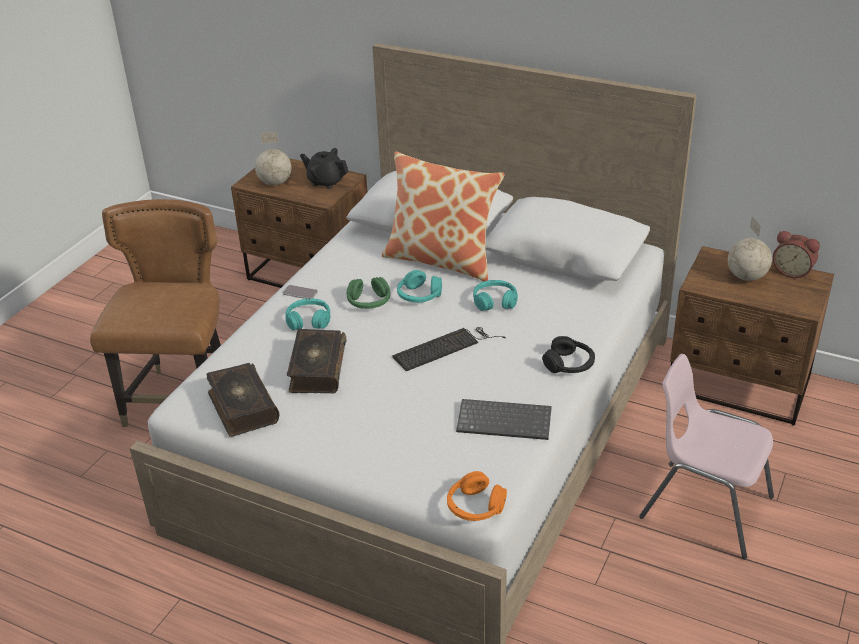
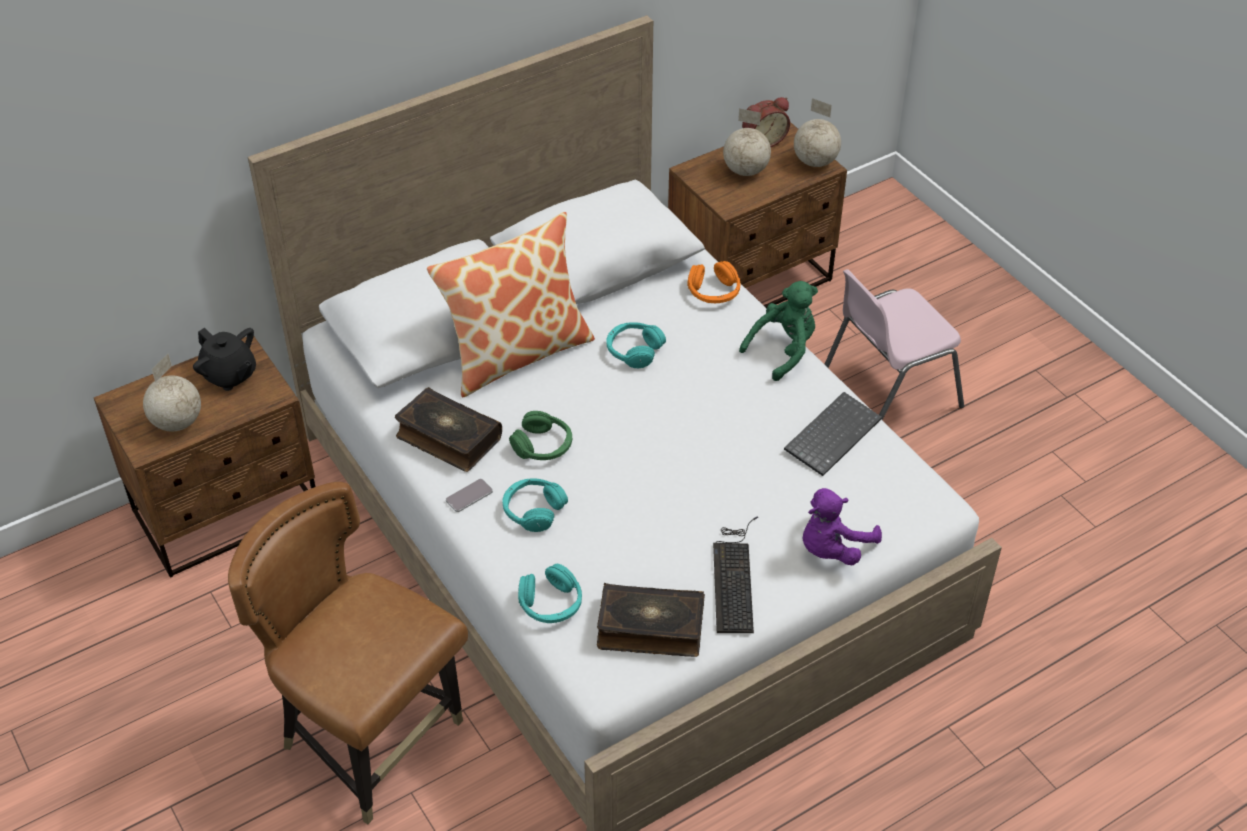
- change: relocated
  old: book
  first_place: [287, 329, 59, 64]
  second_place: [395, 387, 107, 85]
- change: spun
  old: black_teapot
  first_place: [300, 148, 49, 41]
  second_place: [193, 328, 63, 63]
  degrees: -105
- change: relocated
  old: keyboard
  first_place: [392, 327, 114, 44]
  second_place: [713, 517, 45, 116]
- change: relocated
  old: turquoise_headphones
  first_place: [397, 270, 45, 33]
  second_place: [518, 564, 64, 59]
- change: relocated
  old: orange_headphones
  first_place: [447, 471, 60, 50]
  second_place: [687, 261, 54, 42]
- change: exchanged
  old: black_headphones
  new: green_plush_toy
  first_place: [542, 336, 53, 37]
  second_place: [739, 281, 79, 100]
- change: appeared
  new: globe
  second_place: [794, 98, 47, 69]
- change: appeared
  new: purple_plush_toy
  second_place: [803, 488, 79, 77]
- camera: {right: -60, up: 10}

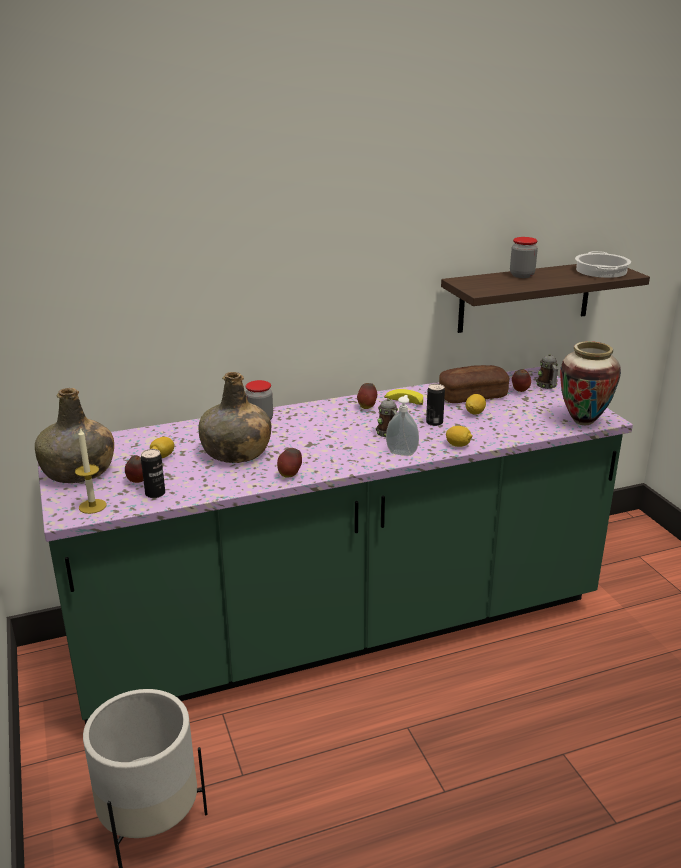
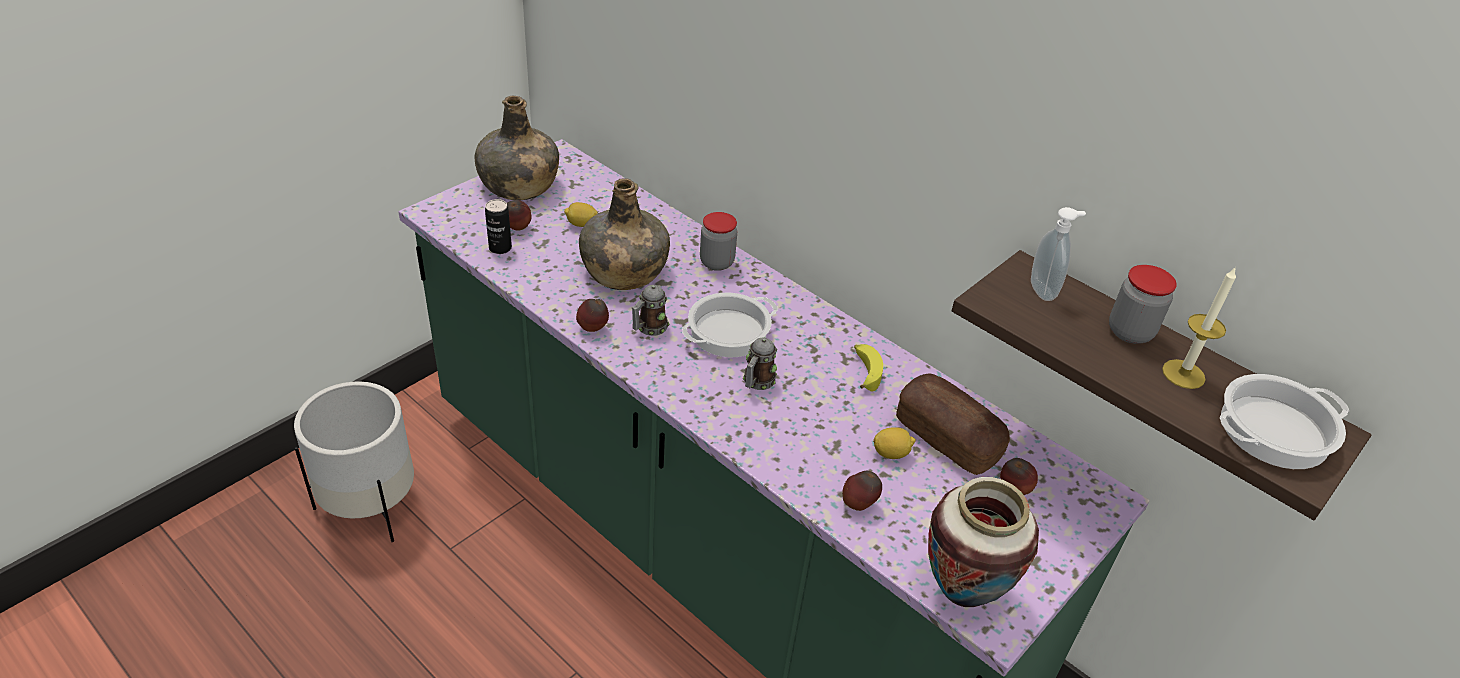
- change: relocated
  old: candle
  first_place: [75, 427, 32, 87]
  second_place: [1162, 267, 74, 122]
- change: relocated
  old: apple
  first_place: [357, 383, 20, 26]
  second_place: [842, 471, 40, 40]
- change: relocated
  old: soap_dispenser
  first_place: [386, 395, 33, 61]
  second_place: [1031, 207, 55, 94]
- change: missing
  old: can
  first_place: [426, 384, 19, 42]
- change: missing
  old: lemon
  first_place: [446, 426, 27, 21]
- change: relocated
  old: mug
  first_place: [536, 354, 22, 35]
  second_place: [632, 285, 37, 51]
- change: appeared
  new: cooking_pot
  second_place: [682, 293, 96, 64]
- camera: {right: 60, up: 15}

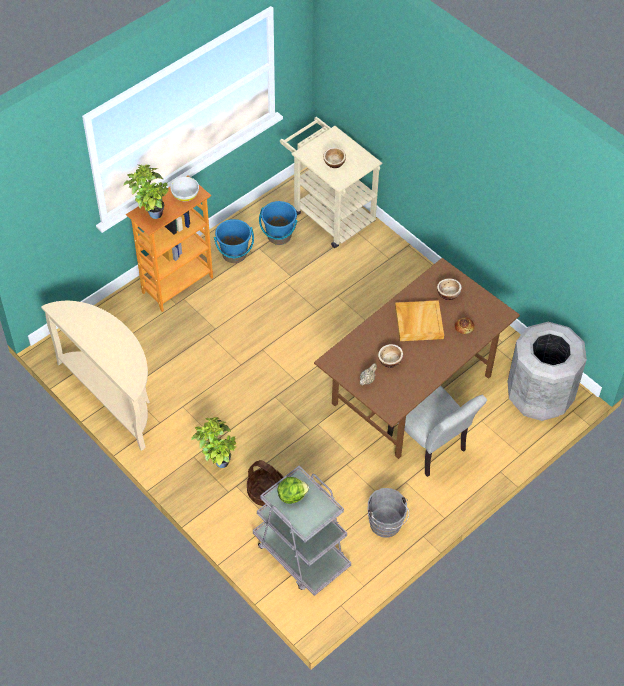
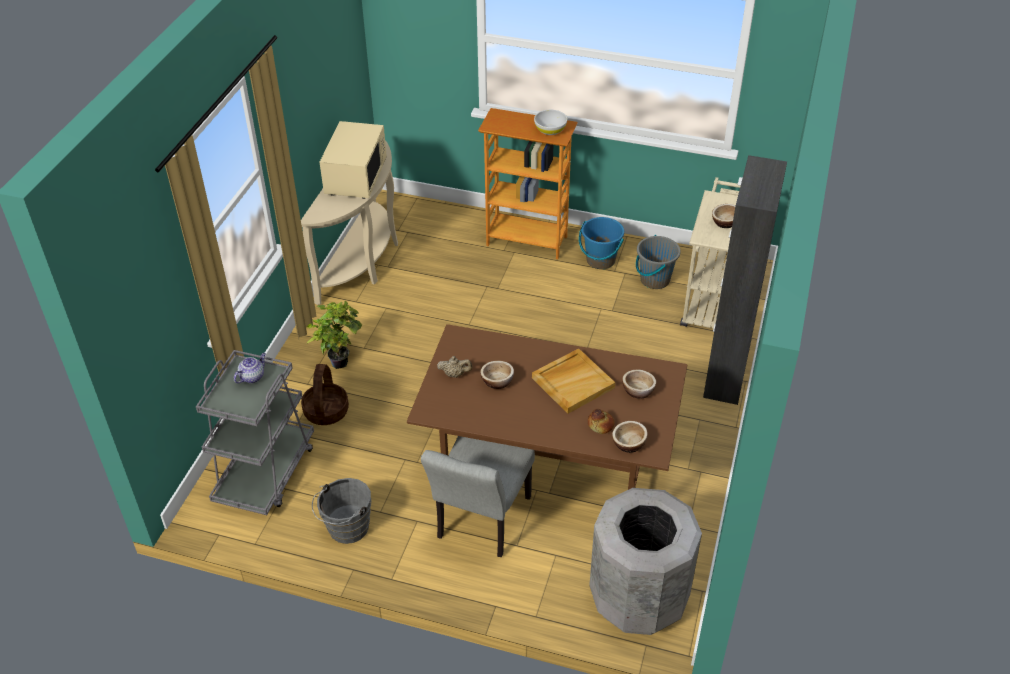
- change: missing
  old: potted_plant
  first_place: [123, 164, 46, 55]
- change: colour
  old: blue_bucket
  new: grey_bucket
  first_place: [259, 201, 39, 44]
  second_place: [636, 235, 45, 54]
- change: exchanged
  old: lettuce
  new: teapot
  first_place: [278, 477, 31, 27]
  second_place: [234, 353, 32, 30]
- change: appeared
  new: beige_microwave
  second_place: [319, 121, 68, 78]
- change: appeared
  new: bowl
  second_place: [612, 421, 36, 32]
- change: appeared
  new: black_cabinet
  second_place: [703, 155, 84, 250]
- camera: {right: 60, up: -10}

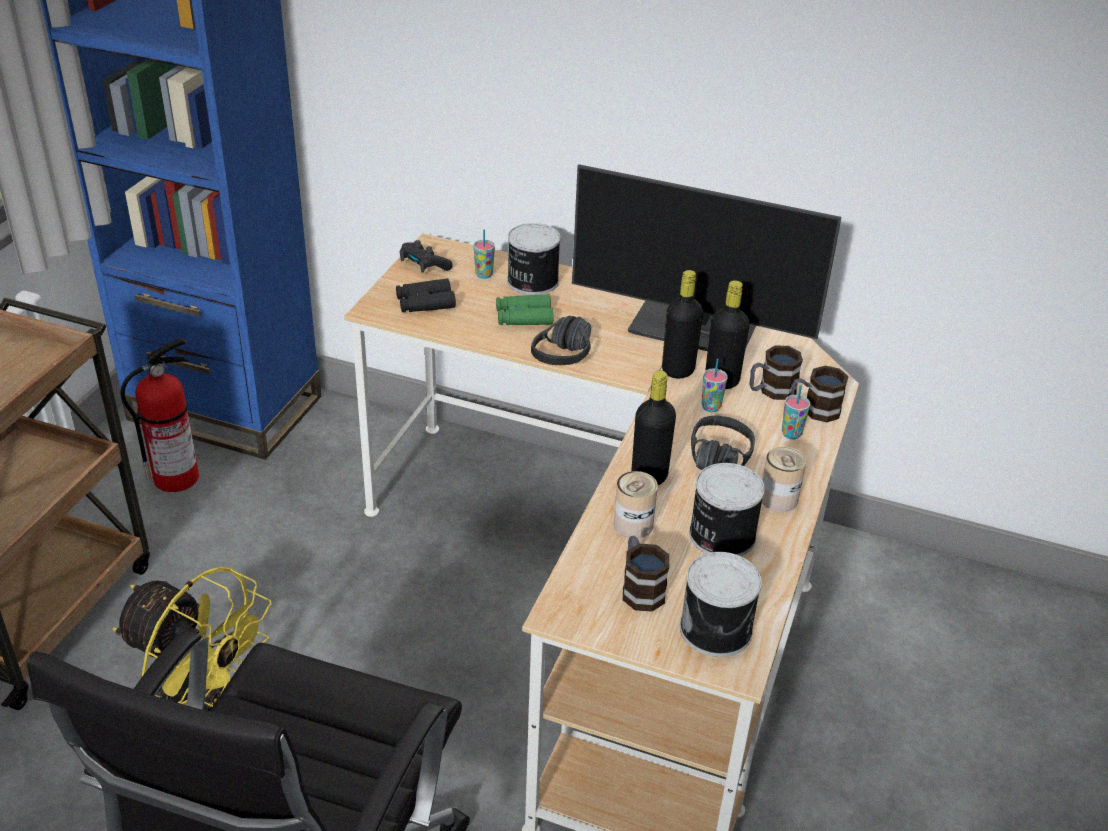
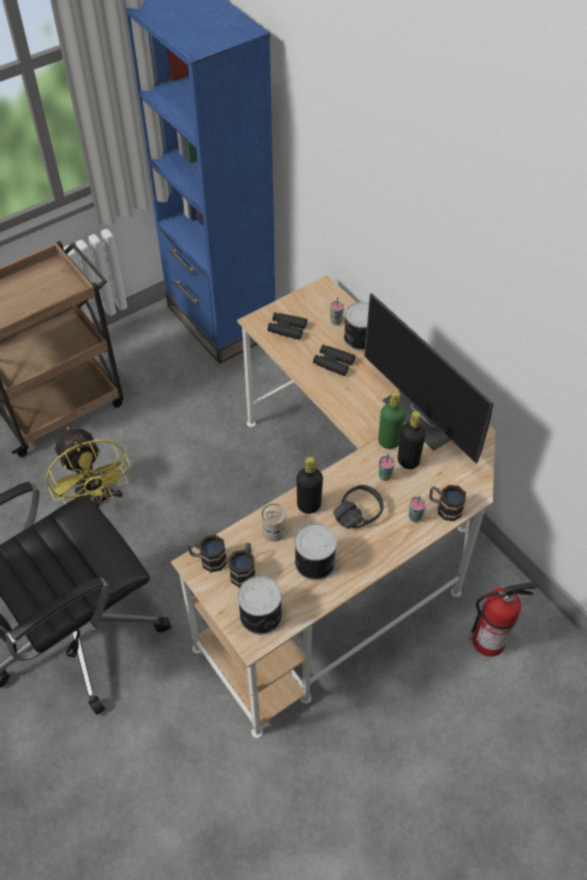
- change: relocated
  old: fire_extinguisher
  first_place: [121, 338, 78, 154]
  second_place: [469, 582, 69, 75]
- change: missing
  old: black_game_controller
  first_place: [400, 240, 53, 33]
- change: colour
  old: green_binoculars
  new: black_binoculars
  first_place: [496, 294, 58, 31]
  second_place: [313, 345, 42, 31]
- change: missing
  old: black_headphones
  first_place: [531, 316, 60, 49]
- change: colour
  old: black_bottle
  new: green_bottle
  first_place: [662, 270, 41, 108]
  second_place: [378, 391, 28, 58]
- change: relocated
  old: mug
  first_place: [749, 345, 54, 55]
  second_place: [188, 535, 39, 37]
- change: missing
  old: can
  first_place: [762, 447, 44, 65]
- camera: {right: 35, up: 15}

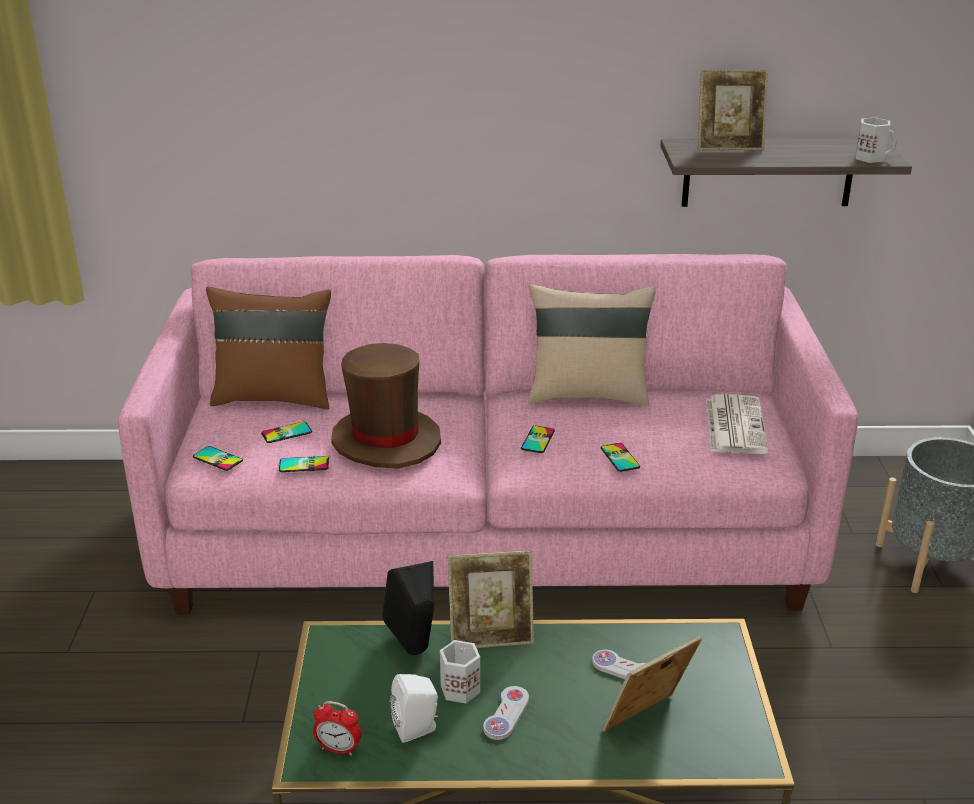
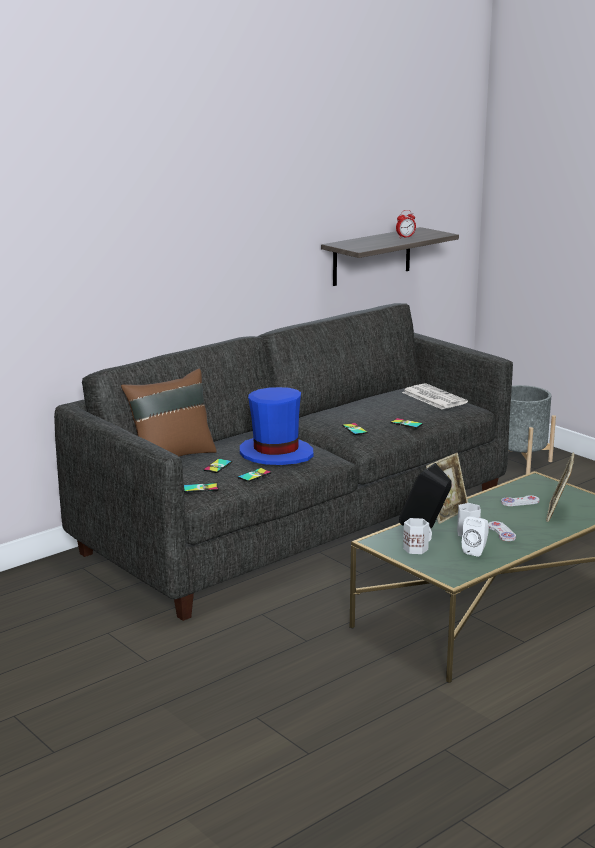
- change: colour
  old: pink_sofa
  new: grey_sofa
  first_place: [118, 254, 740, 361]
  second_place: [54, 303, 459, 318]
- change: relocated
  old: alarm_clock
  first_place: [313, 701, 48, 55]
  second_place: [396, 210, 20, 28]
- change: colour
  old: brown_hat
  new: blue_hat
  first_place: [331, 343, 110, 126]
  second_place: [240, 387, 73, 78]
- change: missing
  old: beige_pillow
  first_place: [528, 284, 128, 122]
- change: missing
  old: picture_frame
  first_place: [698, 69, 70, 81]
- change: relocated
  old: white_mug
  first_place: [855, 117, 42, 46]
  second_place: [403, 518, 29, 36]
- camera: {right: -40, up: -10}

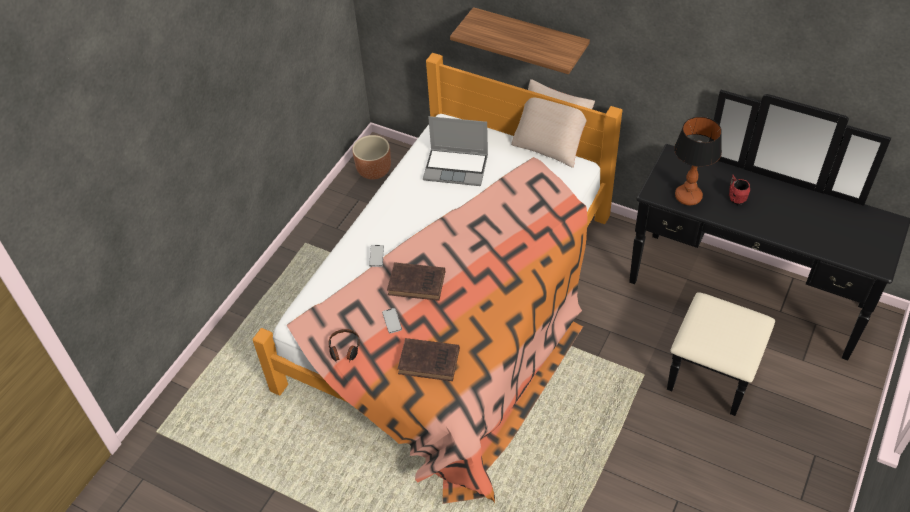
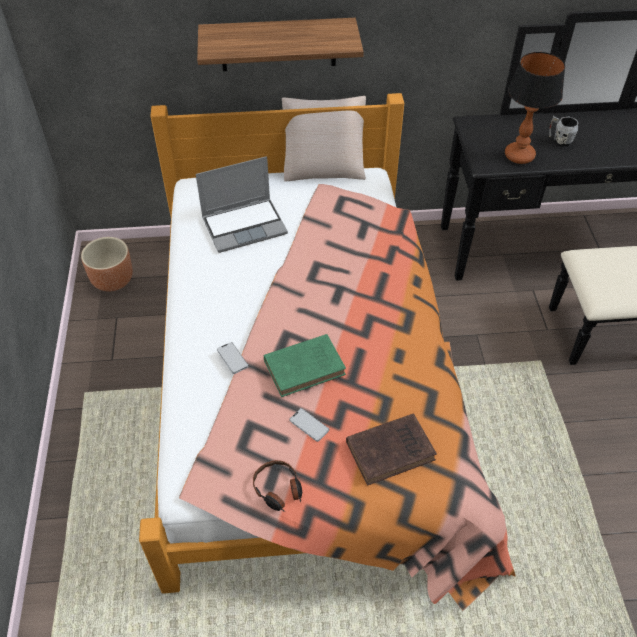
- change: colour
  old: brown_book
  new: green_book
  first_place: [387, 262, 58, 39]
  second_place: [264, 334, 82, 63]
- change: colour
  old: red_mug
  new: grey_mug
  first_place: [729, 175, 21, 30]
  second_place: [549, 116, 29, 30]
- camera: {right: -35, up: 0}

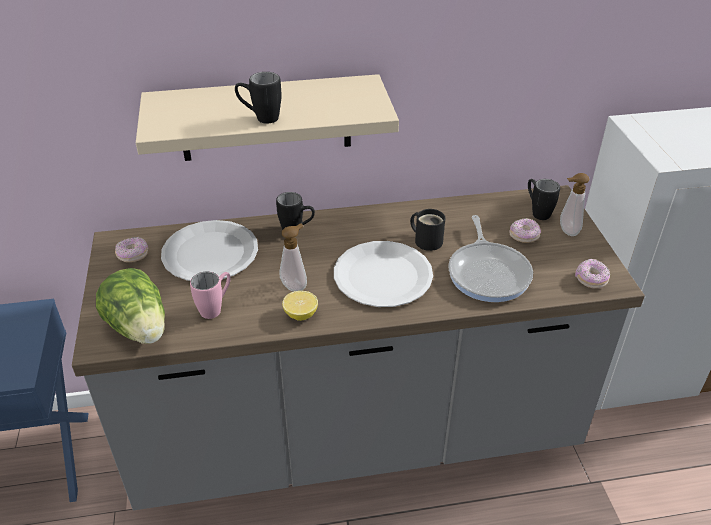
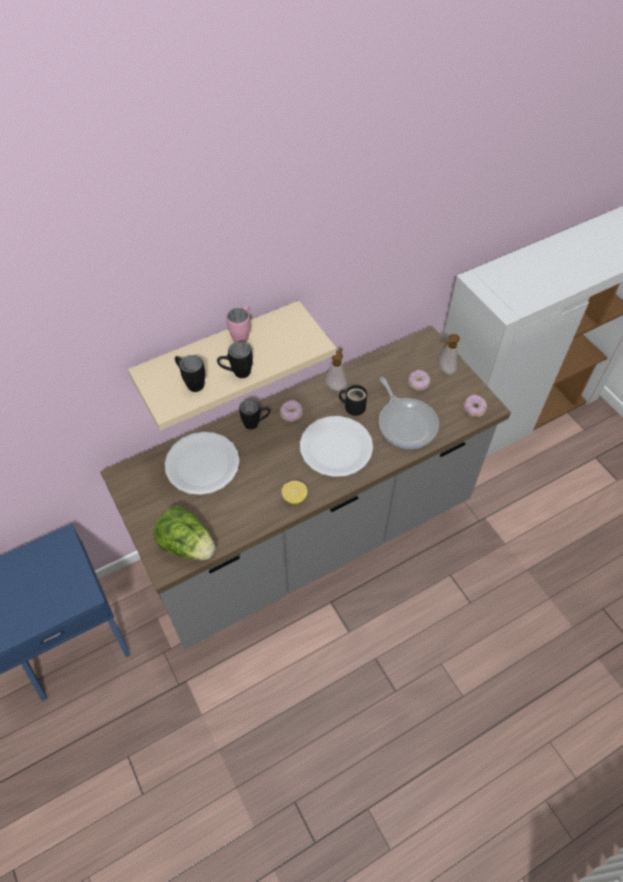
- change: relocated
  old: donut
  first_place: [115, 237, 34, 25]
  second_place: [280, 400, 23, 21]
- change: relocated
  old: pink_mug
  first_place: [190, 271, 41, 48]
  second_place: [227, 305, 23, 37]
- change: relocated
  old: soap_dispenser
  first_place: [279, 223, 28, 69]
  second_place: [326, 348, 21, 43]
- change: relocated
  old: black_mug
  first_place: [528, 179, 32, 41]
  second_place: [175, 355, 30, 37]
- camera: {right: -20, up: 15}

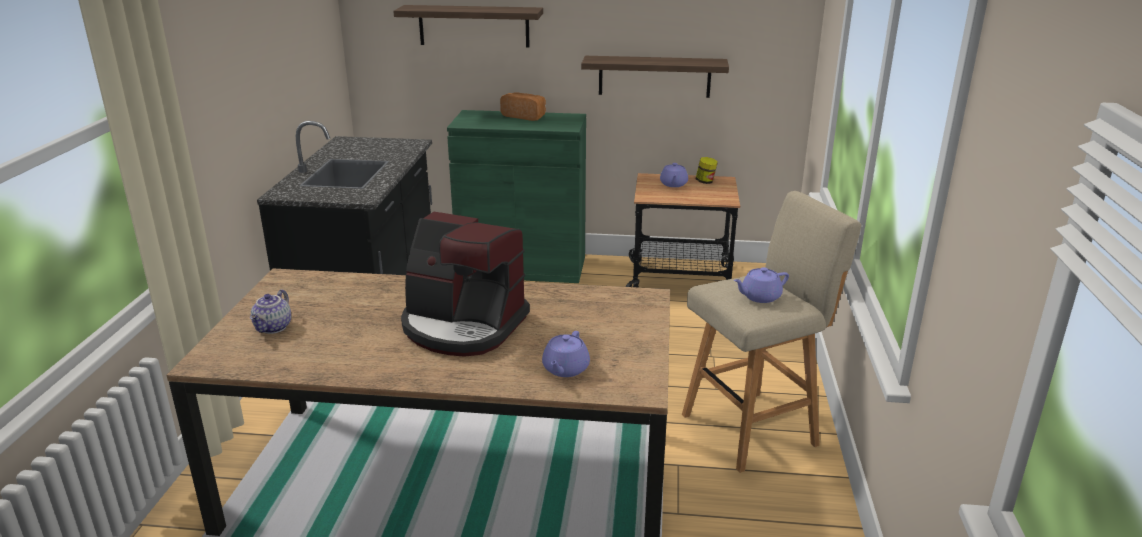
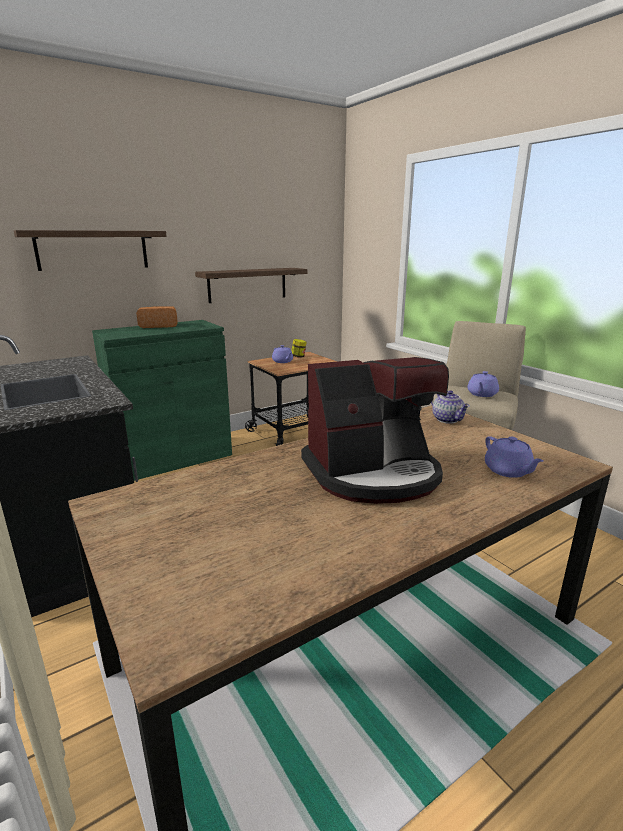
- change: relocated
  old: teapot
  first_place: [250, 289, 41, 45]
  second_place: [431, 390, 39, 34]
- camera: {right: -40, up: -5}

